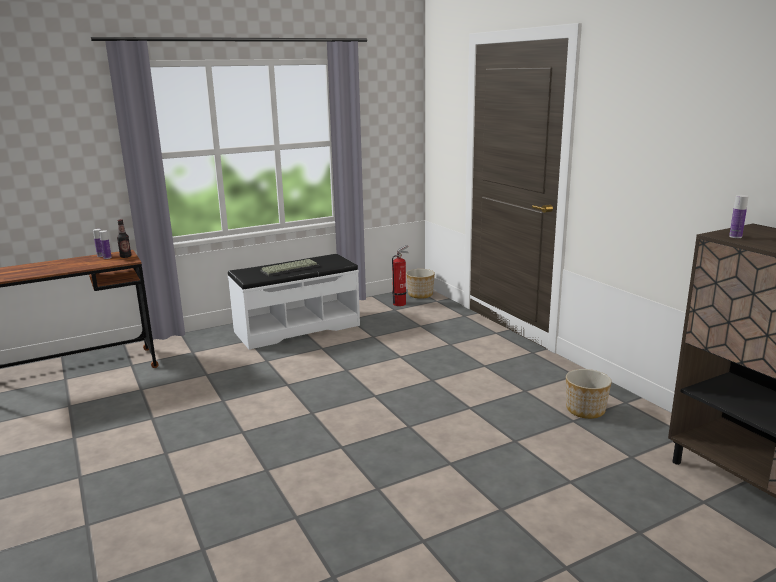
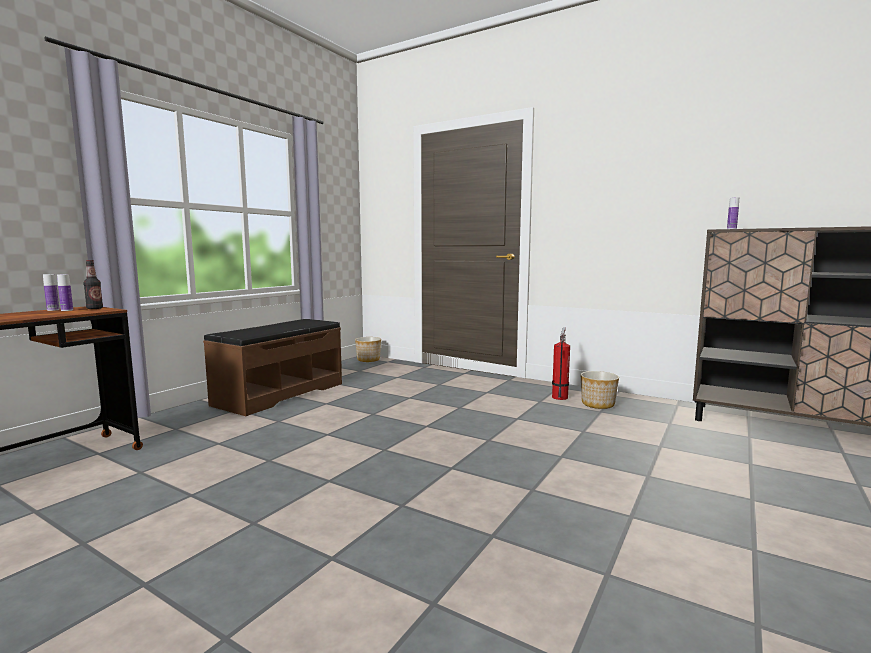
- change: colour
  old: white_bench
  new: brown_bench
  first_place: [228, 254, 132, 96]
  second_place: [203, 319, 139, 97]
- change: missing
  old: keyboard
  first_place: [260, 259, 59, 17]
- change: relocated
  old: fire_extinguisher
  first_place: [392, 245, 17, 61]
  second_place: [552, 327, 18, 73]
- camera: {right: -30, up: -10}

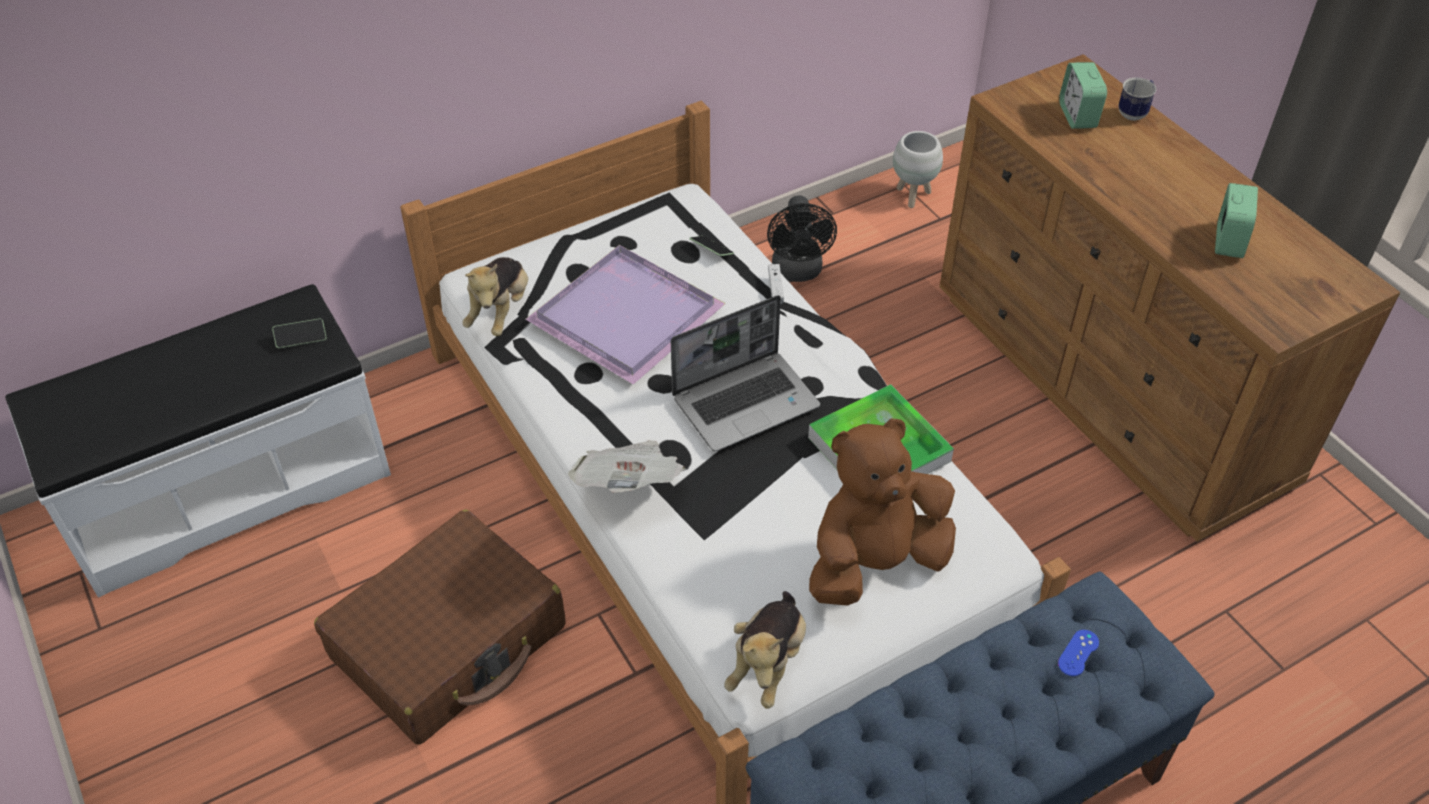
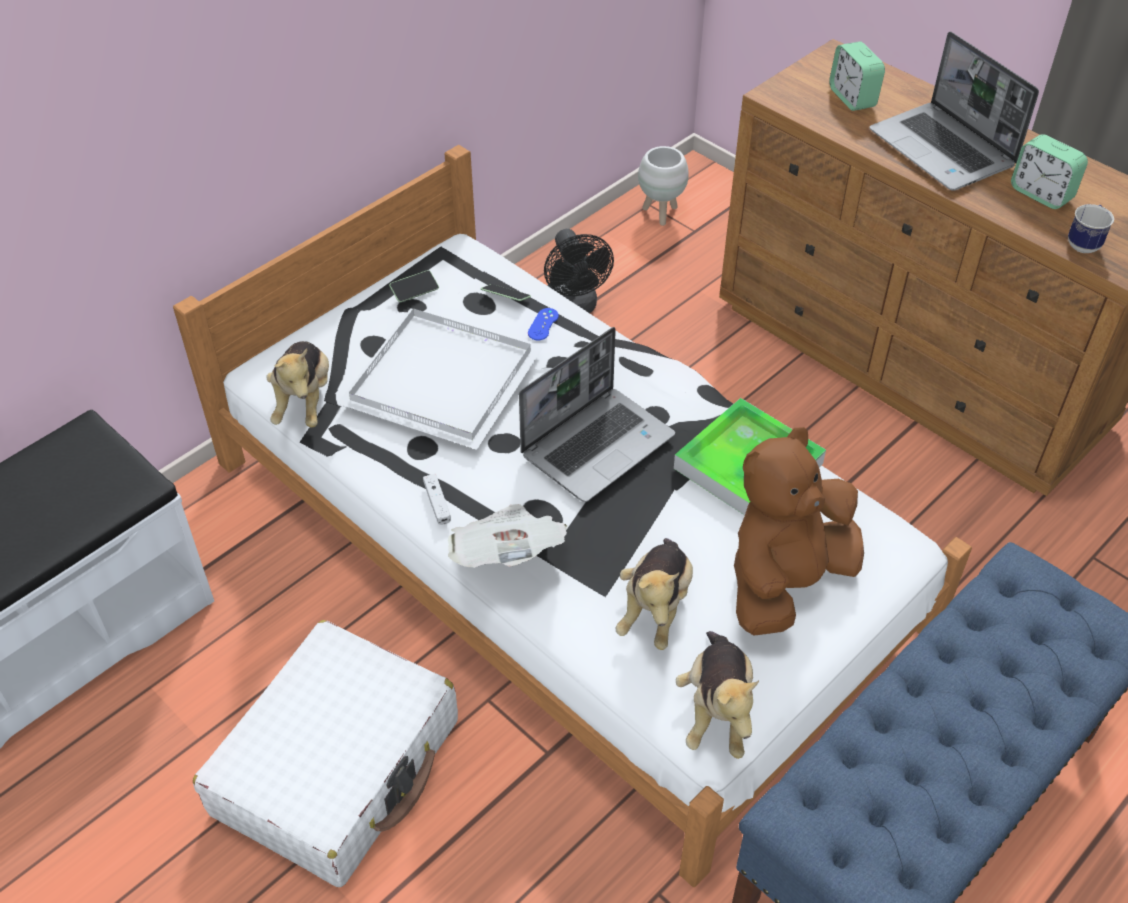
- change: relocated
  old: phone
  first_place: [272, 319, 55, 29]
  second_place: [389, 270, 50, 32]
- change: colour
  old: brown_suitcase
  new: white_suitcase
  first_place: [314, 510, 252, 235]
  second_place: [193, 620, 265, 267]
- change: colour
  old: purple_tray
  new: white_tray
  first_place: [526, 245, 200, 139]
  second_place: [337, 308, 206, 142]
- change: relocated
  old: white_game_controller
  first_place: [768, 264, 16, 40]
  second_place: [423, 474, 28, 51]
- change: relocated
  old: blue_game_controller
  first_place: [1058, 630, 41, 46]
  second_place: [528, 308, 31, 32]
- change: relocated
  old: mug
  first_place: [1119, 77, 37, 44]
  second_place: [1068, 204, 46, 49]
- change: spun
  old: alarm_clock
  first_place: [1215, 183, 43, 75]
  second_place: [1011, 134, 77, 75]
  degrees: 135
- change: appeared
  new: plush_toy
  second_place: [616, 538, 77, 112]
- change: appeared
  new: laptop
  second_place: [870, 31, 169, 160]
- camera: {right: -15, up: 0}

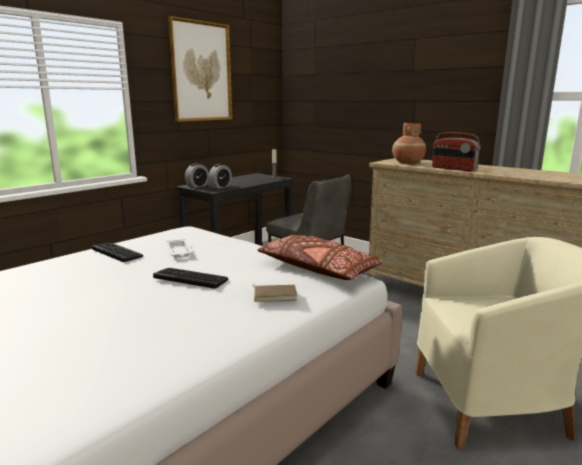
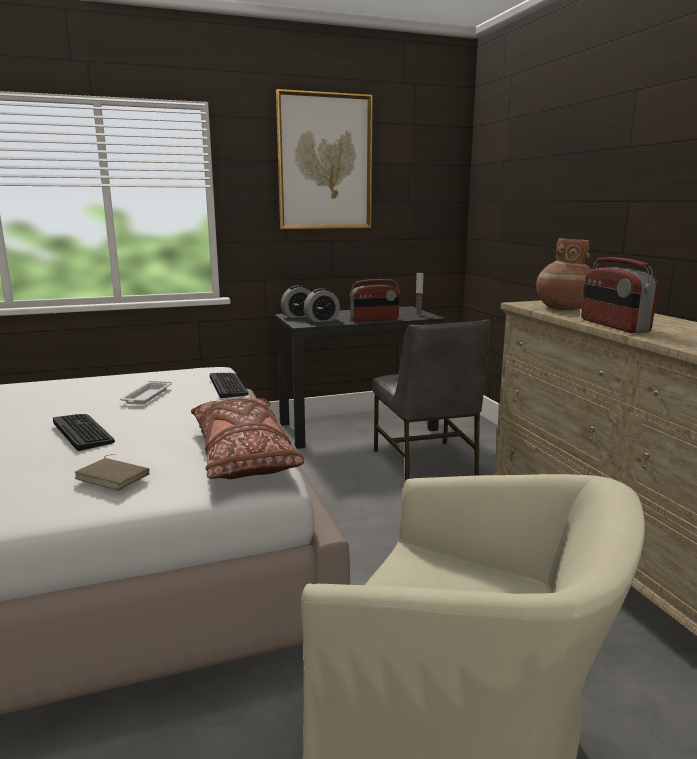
- change: relocated
  old: keyboard
  first_place: [92, 243, 51, 19]
  second_place: [210, 373, 39, 25]
- change: appeared
  new: radio
  second_place: [350, 279, 50, 43]
- camera: {right: 30, up: 0}

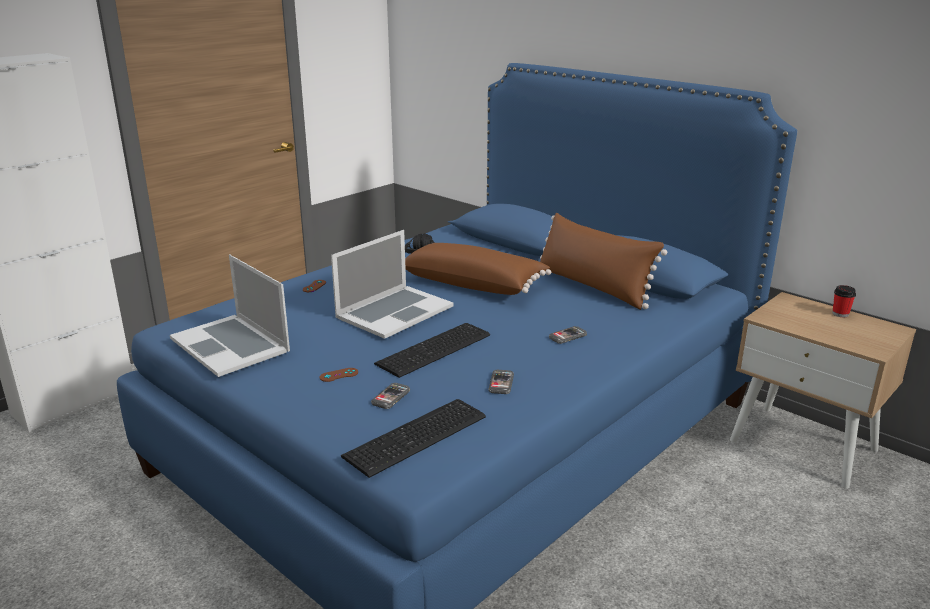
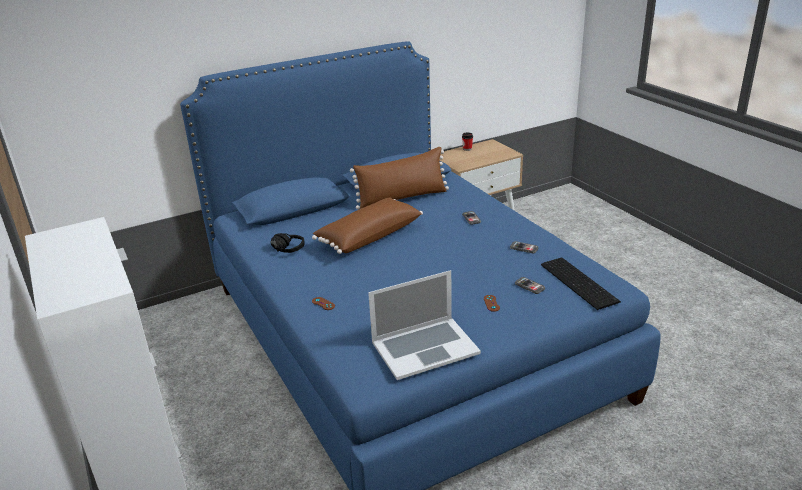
- change: missing
  old: laptop
  first_place: [331, 230, 123, 109]
- change: missing
  old: keyboard
  first_place: [374, 323, 116, 55]
- camera: {right: -70, up: 5}

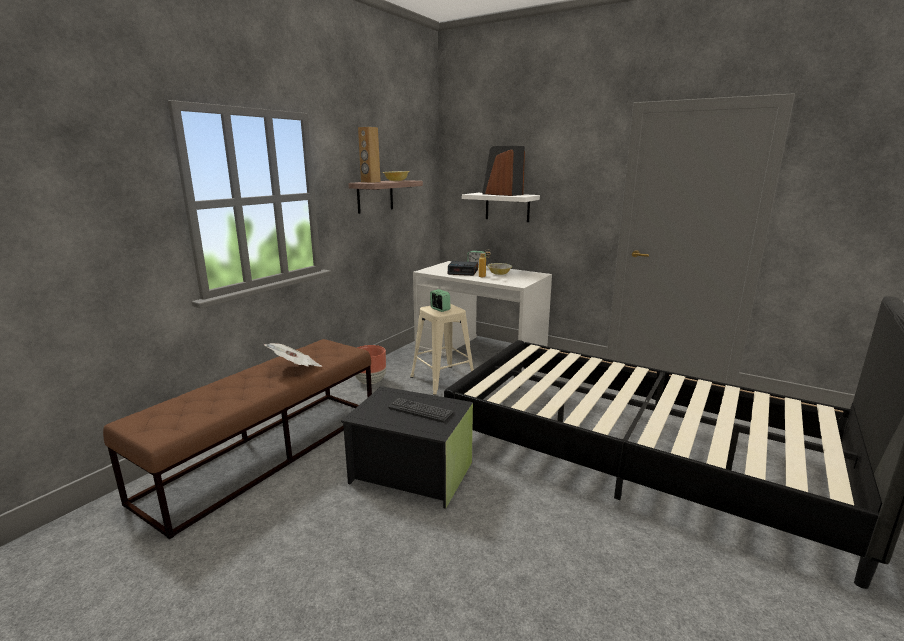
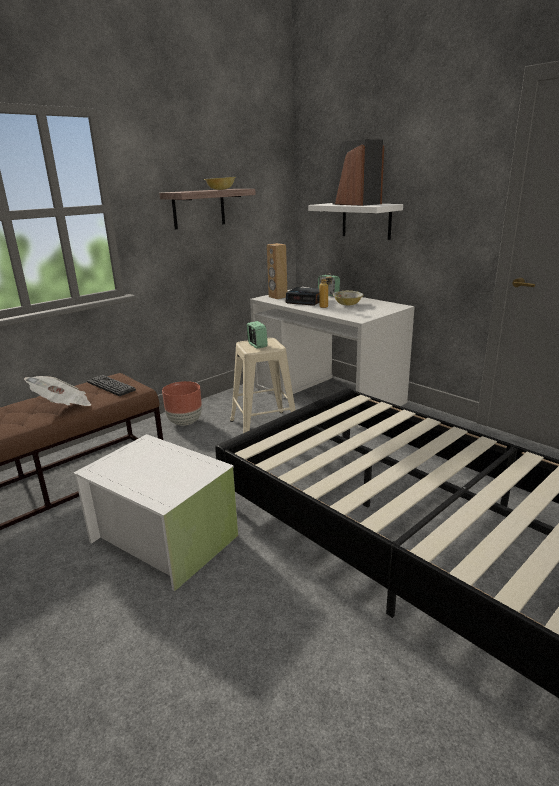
- change: colour
  old: black_storage_box
  new: white_storage_box
  first_place: [341, 386, 132, 123]
  second_place: [73, 434, 165, 158]
- change: relocated
  old: brown_speaker
  first_place: [358, 127, 23, 56]
  second_place: [267, 243, 20, 56]
- change: relocated
  old: keyboard
  first_place: [388, 398, 65, 25]
  second_place: [87, 375, 49, 21]
- camera: {right: 15, up: 5}

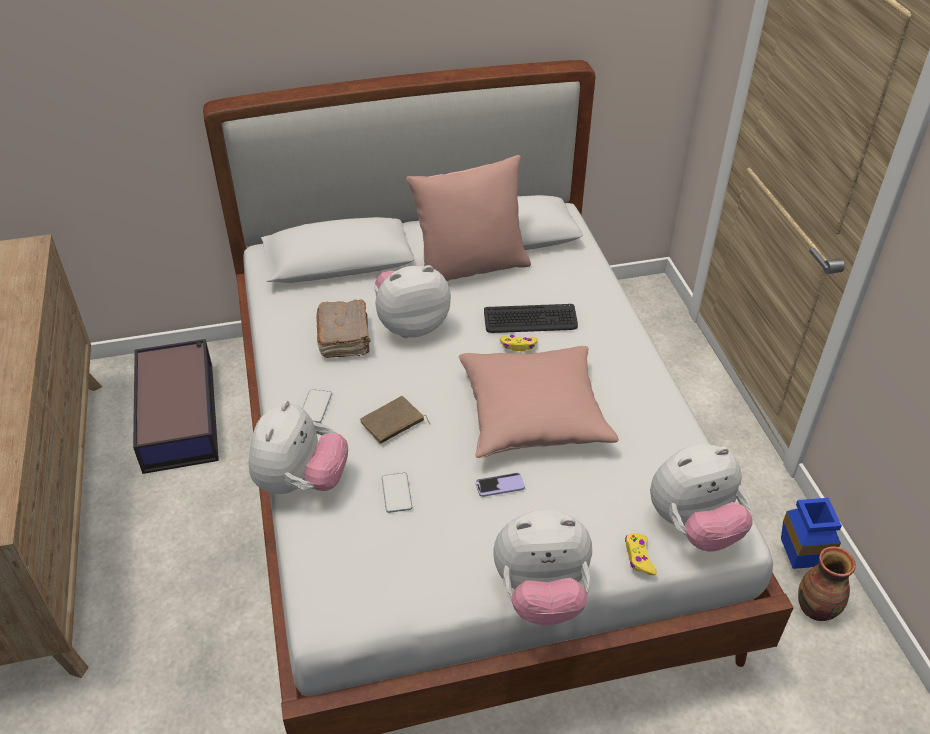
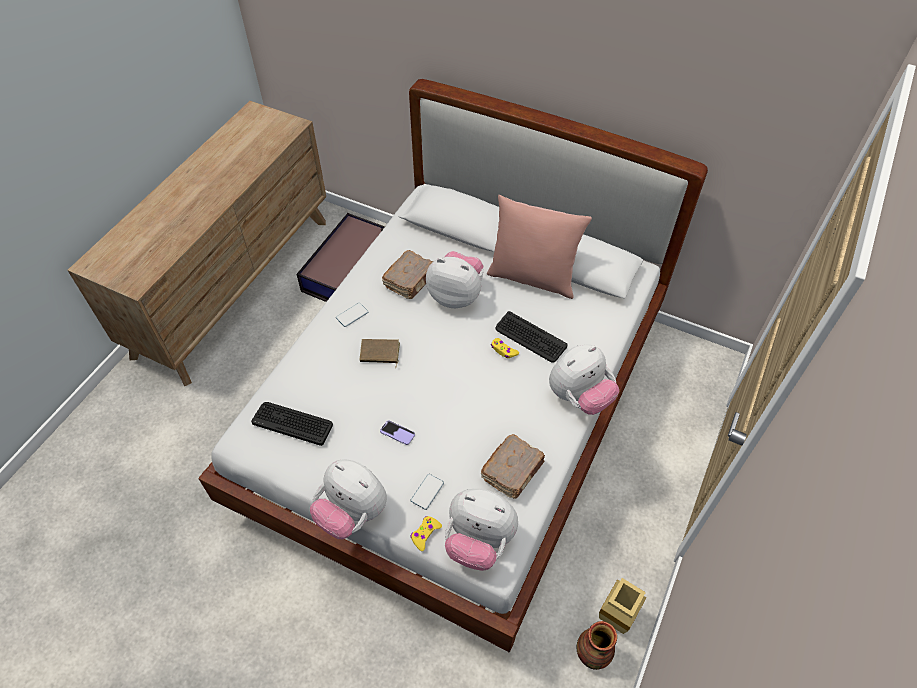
- change: relocated
  old: plush_toy
  first_place: [248, 400, 100, 94]
  second_place: [549, 345, 70, 70]
- change: relocated
  old: phone
  first_place: [382, 473, 30, 40]
  second_place: [411, 474, 33, 36]
- change: missing
  old: pink_pillow
  first_place: [459, 346, 160, 112]
- change: colour
  old: blue_vase
  new: beige_vase
  first_place: [781, 498, 61, 71]
  second_place: [599, 578, 48, 56]
- change: appeared
  new: keyboard
  second_place: [251, 402, 82, 44]
- change: appeared
  new: brown_book
  second_place: [481, 434, 64, 65]
- camera: {right: 40, up: 10}

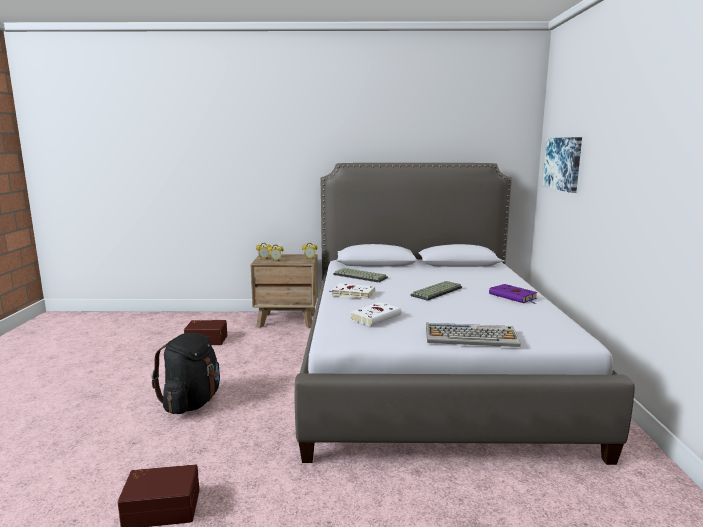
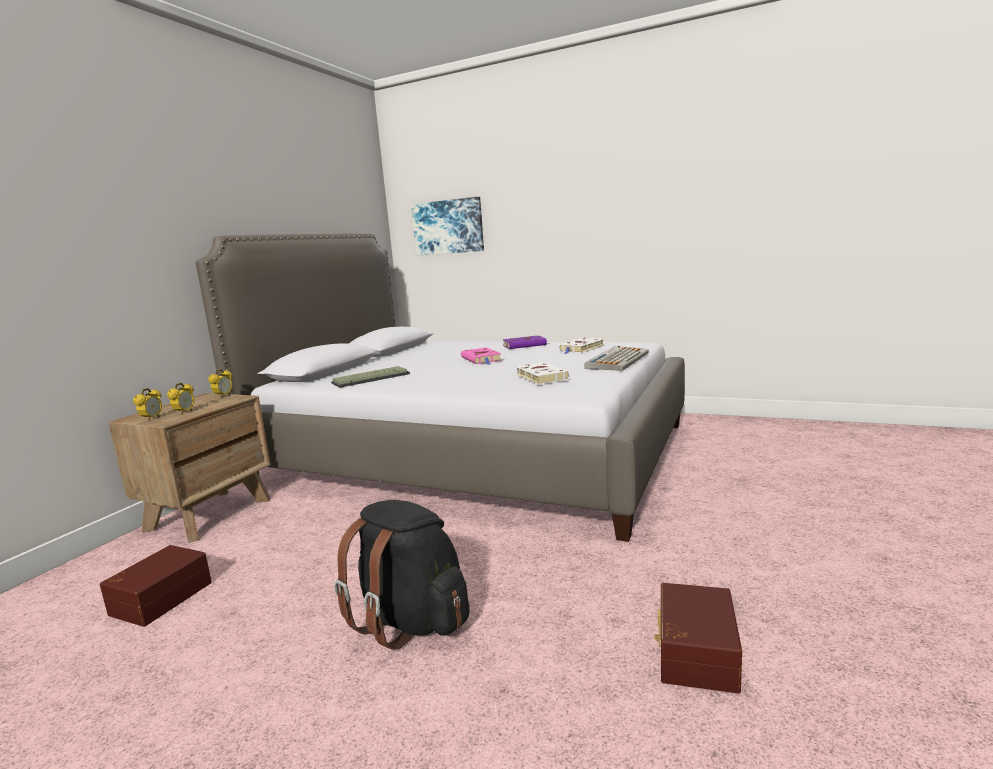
- change: relocated
  old: white_book
  first_place: [329, 283, 46, 16]
  second_place: [559, 338, 46, 16]
- change: exchanged
  old: keyboard
  new: pink_book
  first_place: [410, 281, 52, 20]
  second_place: [461, 348, 41, 17]
- camera: {right: -65, up: 0}

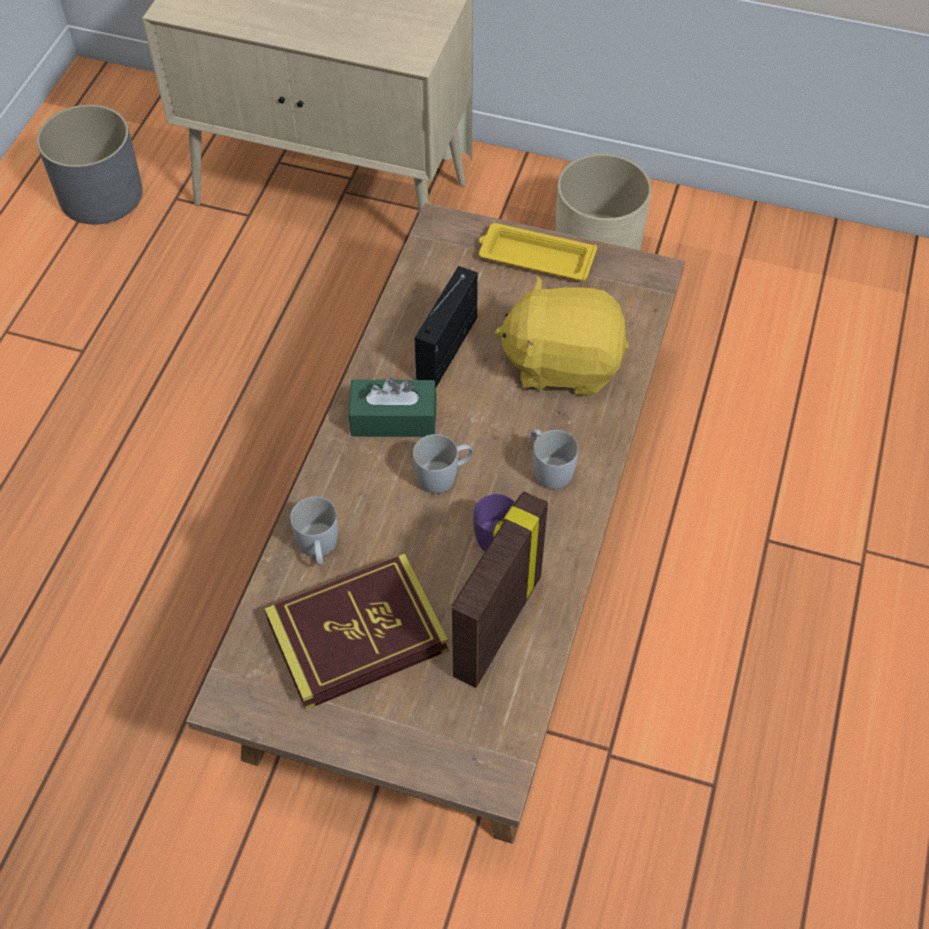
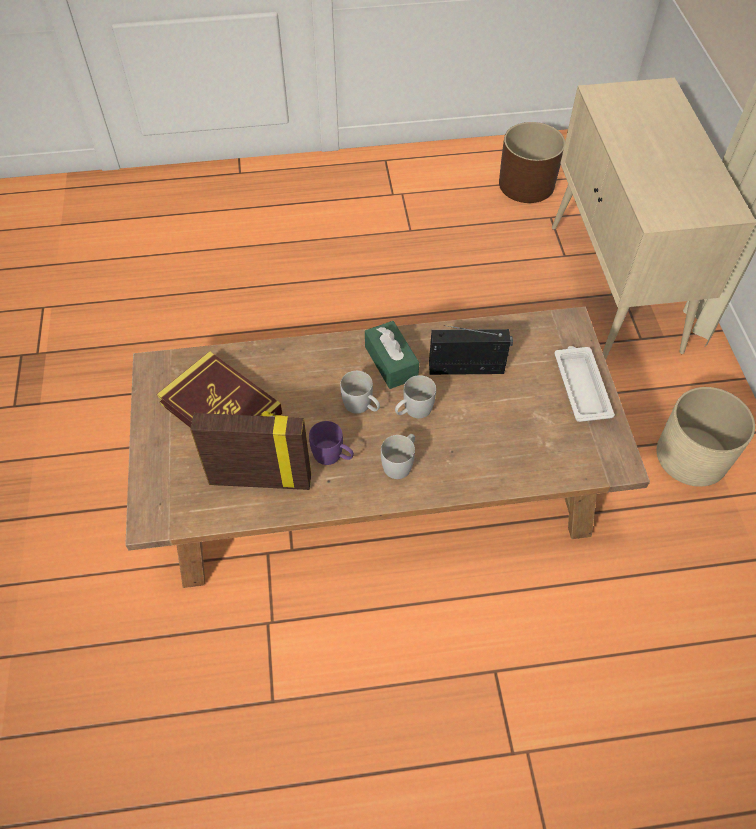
- change: colour
  old: grey_planter
  new: brown_planter
  first_place: [37, 105, 106, 119]
  second_place: [499, 122, 66, 81]
- change: relocated
  old: white_mug
  first_place: [290, 497, 48, 69]
  second_place: [395, 375, 41, 43]
- change: colour
  old: yellow_tray
  new: white_tray
  first_place: [479, 223, 118, 58]
  second_place: [554, 346, 61, 76]
- change: missing
  old: yellow_plush_toy
  first_place: [495, 275, 133, 121]
- camera: {right: 65, up: 0}

